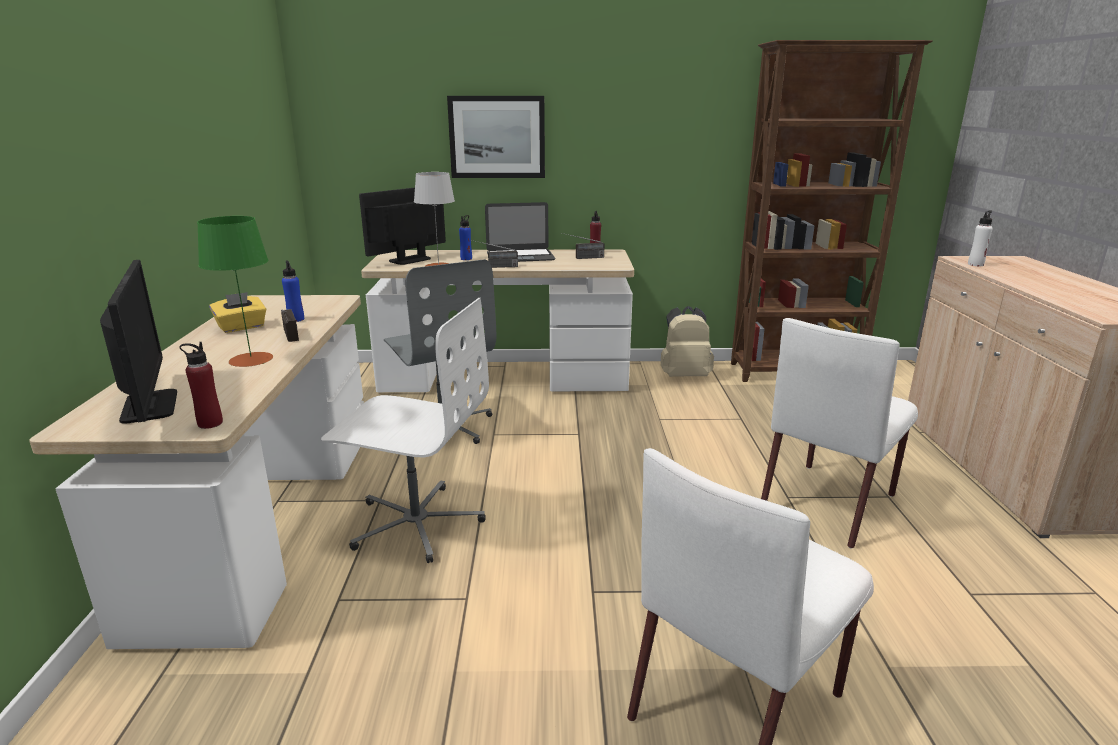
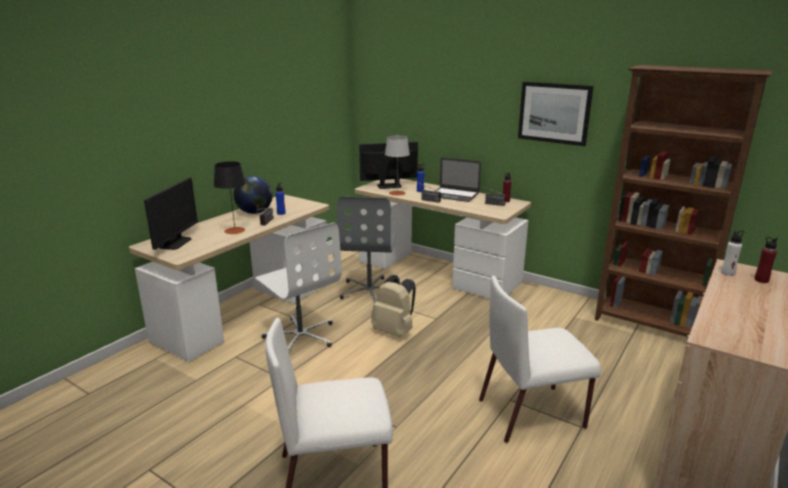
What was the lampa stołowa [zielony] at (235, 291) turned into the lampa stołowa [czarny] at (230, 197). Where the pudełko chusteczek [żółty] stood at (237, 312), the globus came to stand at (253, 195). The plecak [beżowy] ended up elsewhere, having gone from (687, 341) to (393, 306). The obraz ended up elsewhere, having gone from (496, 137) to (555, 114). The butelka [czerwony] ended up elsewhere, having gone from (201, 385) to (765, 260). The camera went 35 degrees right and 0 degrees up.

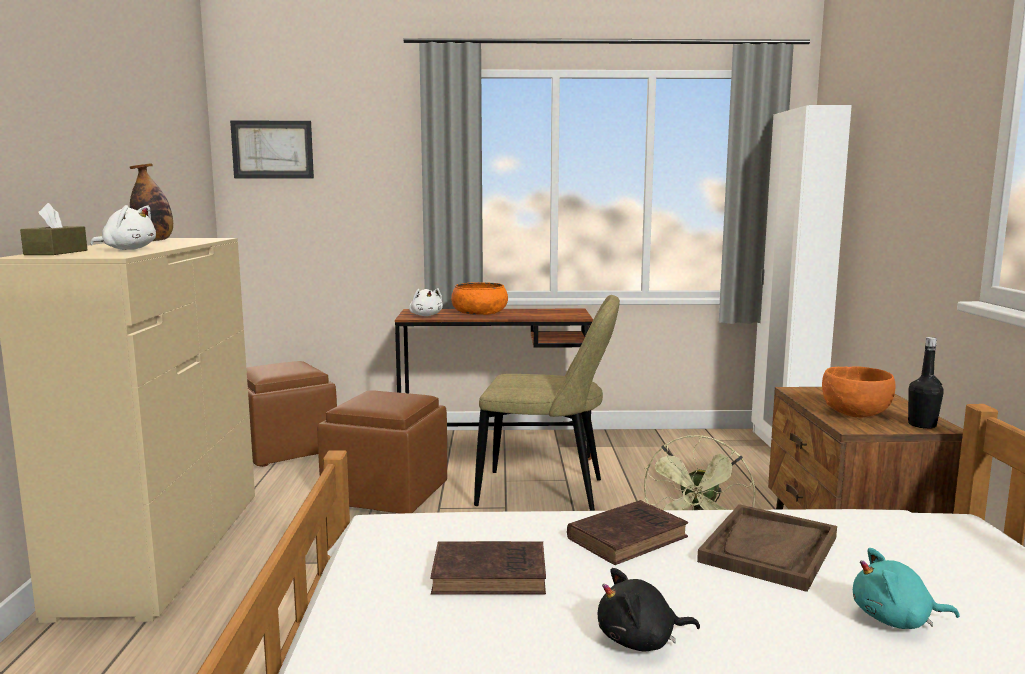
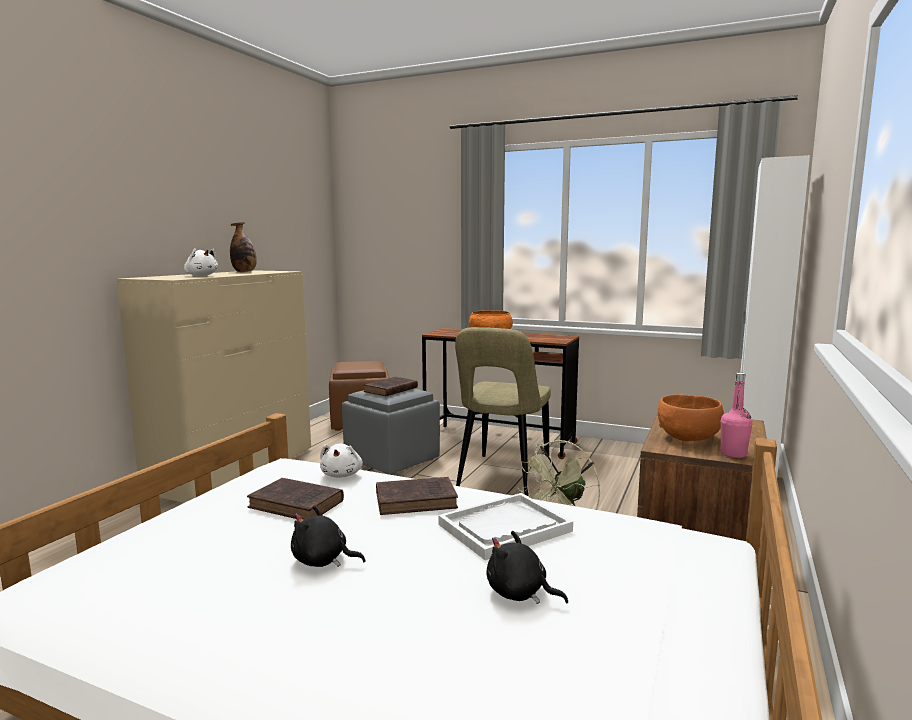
The pluszak [biały] ended up elsewhere, having gone from (426, 302) to (341, 461). What was the pufa [brązowy] at (382, 452) turned into the pufa [szary] at (391, 432). The second view gained the książka [brązowy] at (391, 386). What was the taca [brązowy] at (767, 548) turned into the taca [biały] at (505, 526). The krzesło [beżowy] at (547, 403) ended up facing another way, 75 degrees clockwise from before. What was the pluszak [turkusowy] at (906, 588) turned into the pluszak [czarny] at (527, 567). What was the butelka [czarny] at (926, 383) turned into the butelka [różowy] at (736, 415). The second view lost the pudełko chusteczek [brązowy] at (53, 229). The second view lost the obraz at (272, 149). The camera went 25 degrees right and 0 degrees up.

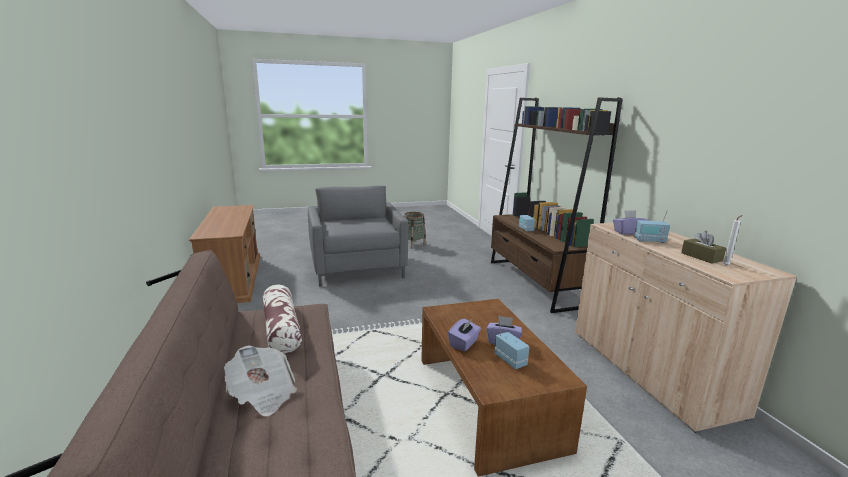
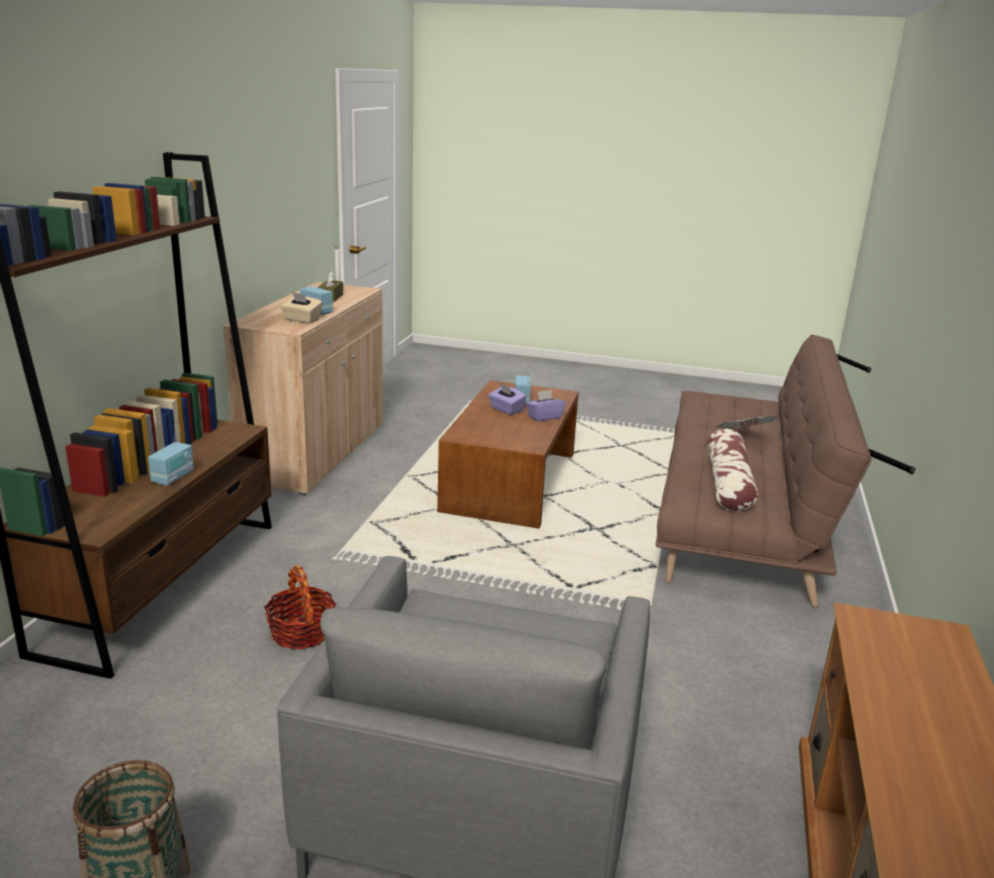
The second view gained the koszyk at (300, 607). What was the pudełko chusteczek [fioletowy] at (631, 222) turned into the pudełko chusteczek [beżowy] at (302, 308). The camera went 150 degrees left and 5 degrees up.

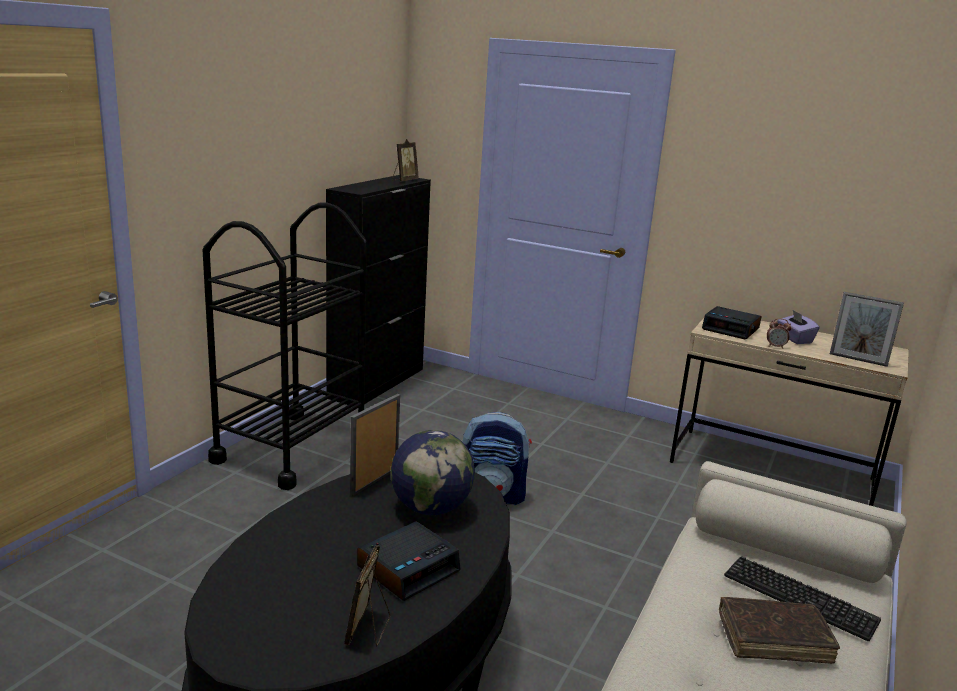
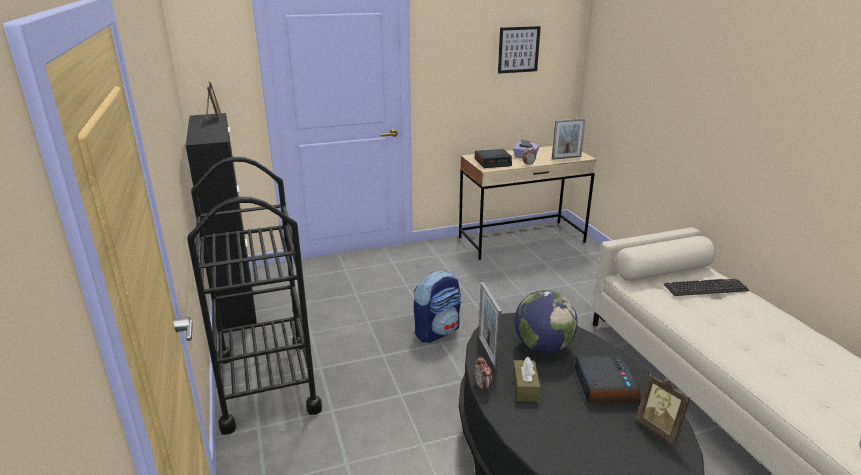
The second view gained the budzik at (483, 374). The second view gained the obraz at (519, 50). The second view gained the pudełko chusteczek [brązowy] at (527, 378). The second view lost the książka [brązowy] at (779, 630). The camera went 45 degrees left and 5 degrees up.

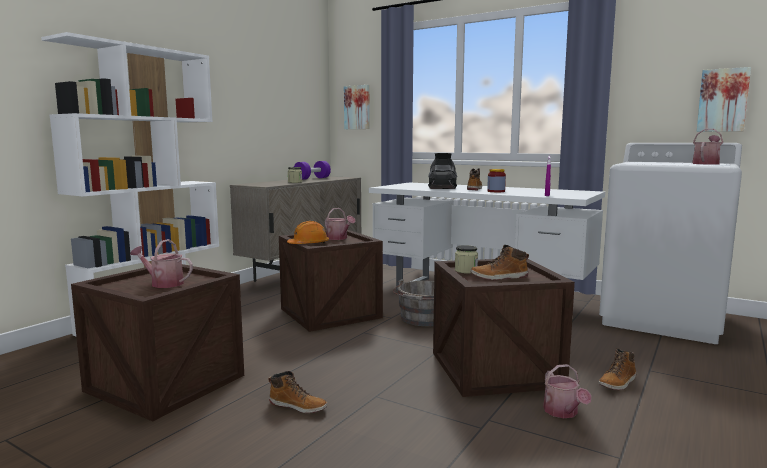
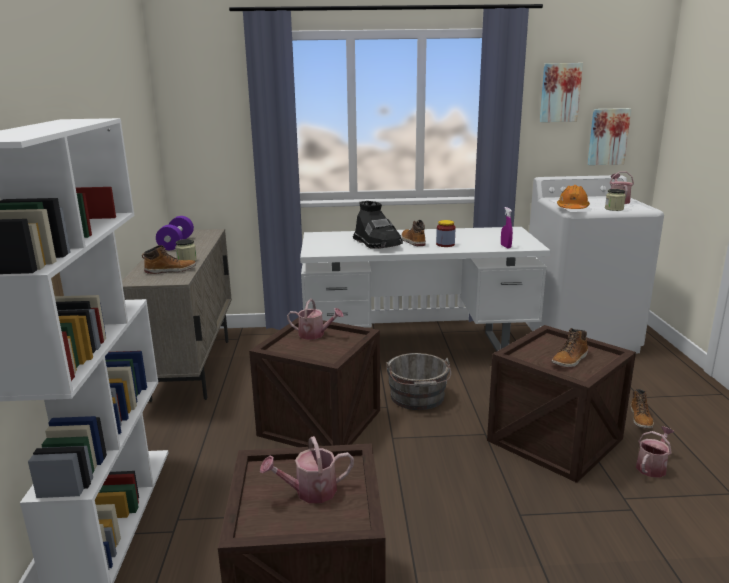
The but z cholewką ended up elsewhere, having gone from (298, 392) to (169, 259). The obraz ended up elsewhere, having gone from (357, 107) to (561, 92). The kask [pomarańczowy] ended up elsewhere, having gone from (308, 232) to (573, 197). The słoik ended up elsewhere, having gone from (466, 259) to (615, 200). The konewka at (567, 391) ended up facing another way, 90 degrees counterclockwise from before. The camera went 35 degrees left and 10 degrees up.

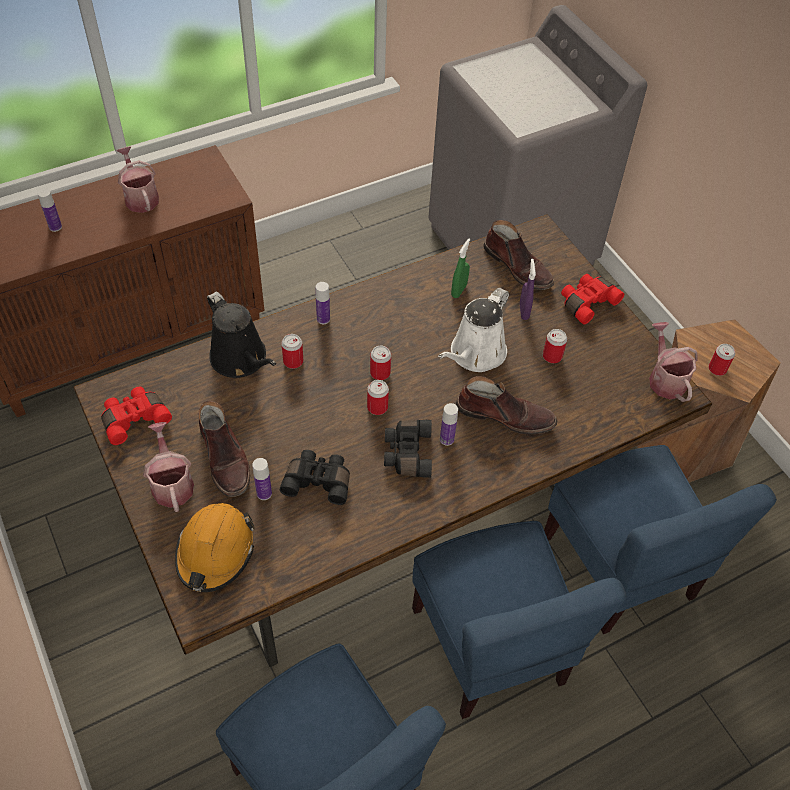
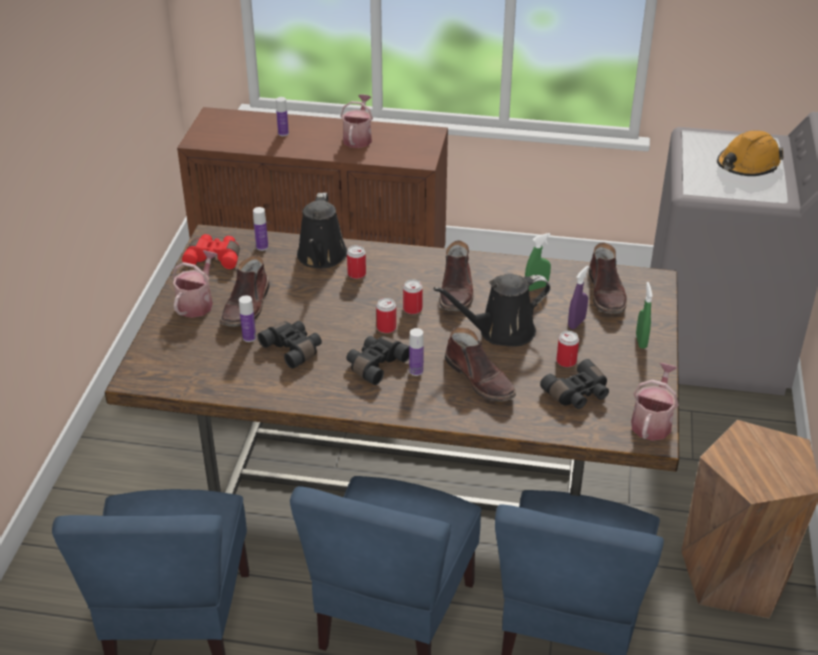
The butelka ended up elsewhere, having gone from (323, 303) to (260, 229). What was the konewka [biały] at (473, 330) turned into the konewka [czarny] at (492, 310). The second view gained the but z cholewką [brązowy] at (456, 275). The second view gained the lornetka [czarny] at (574, 384). Where the lornetka [czerwony] stood at (592, 299), the spryskiwacz [zielony] came to stand at (644, 315). The kask [pomarańczowy] ended up elsewhere, having gone from (215, 547) to (750, 153). The second view lost the puszka at (721, 360). The camera went 40 degrees right and 15 degrees down.

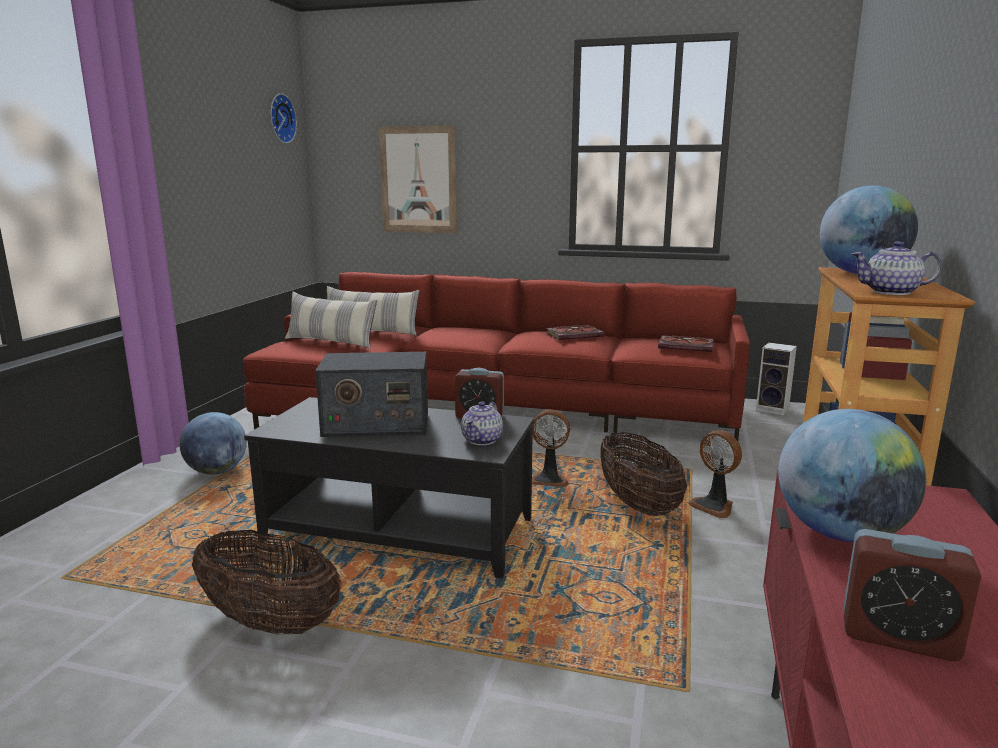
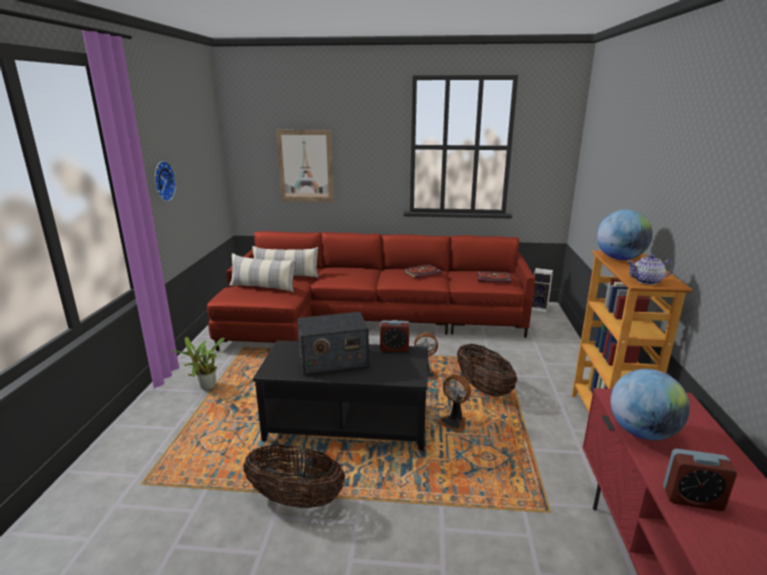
The zegar ścienny ended up elsewhere, having gone from (283, 119) to (165, 181). Where the globus stood at (213, 443), the roślina doniczkowa came to stand at (198, 363). The wentylator ended up elsewhere, having gone from (715, 474) to (454, 404). The second view lost the imbryk at (482, 423). The camera went 10 degrees left and 5 degrees up.

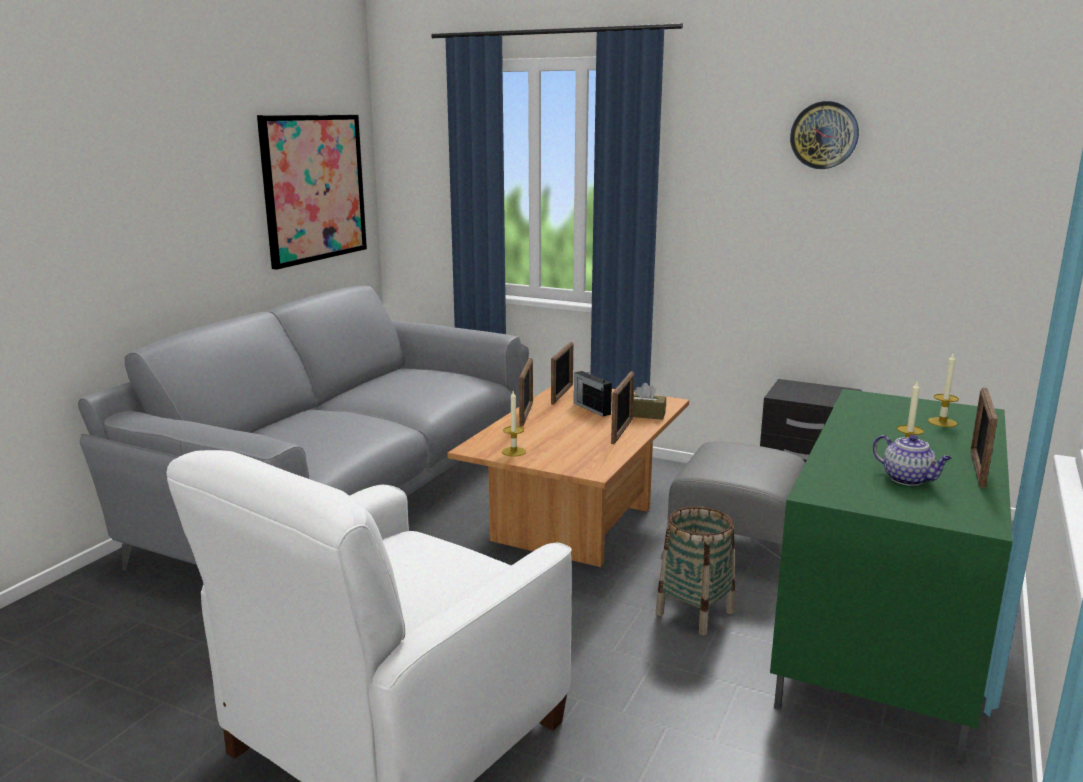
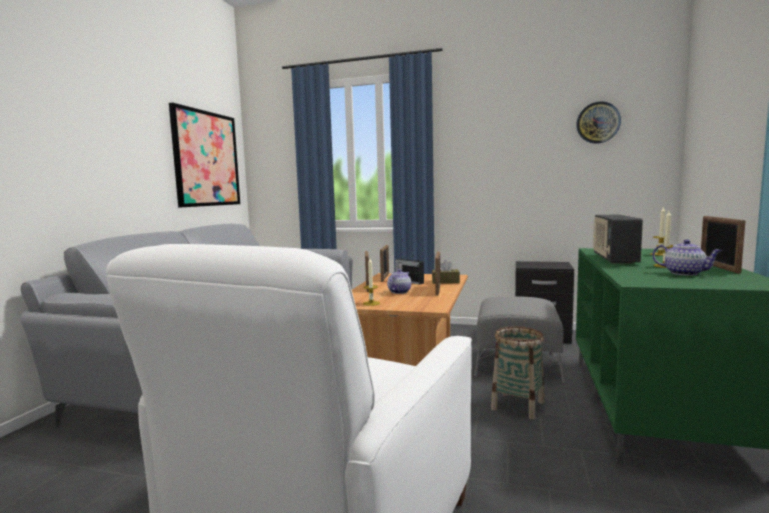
The second view gained the imbryk at (399, 281). The zegar ścienny ended up elsewhere, having gone from (824, 135) to (598, 122). The second view gained the radio at (618, 239). The camera went 10 degrees left and 10 degrees down.

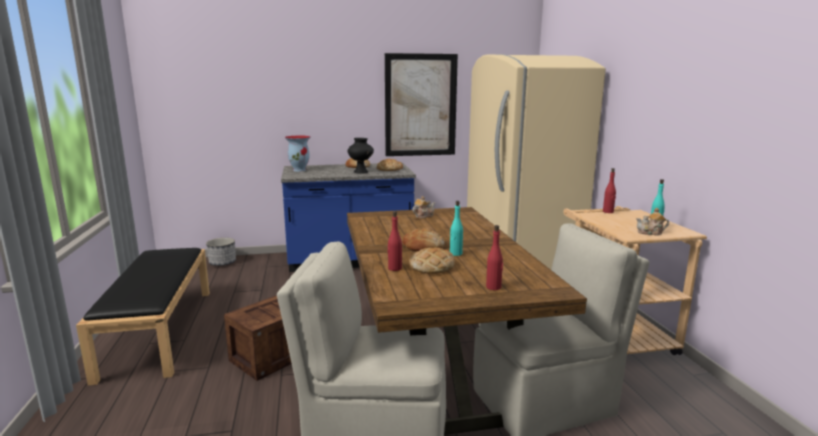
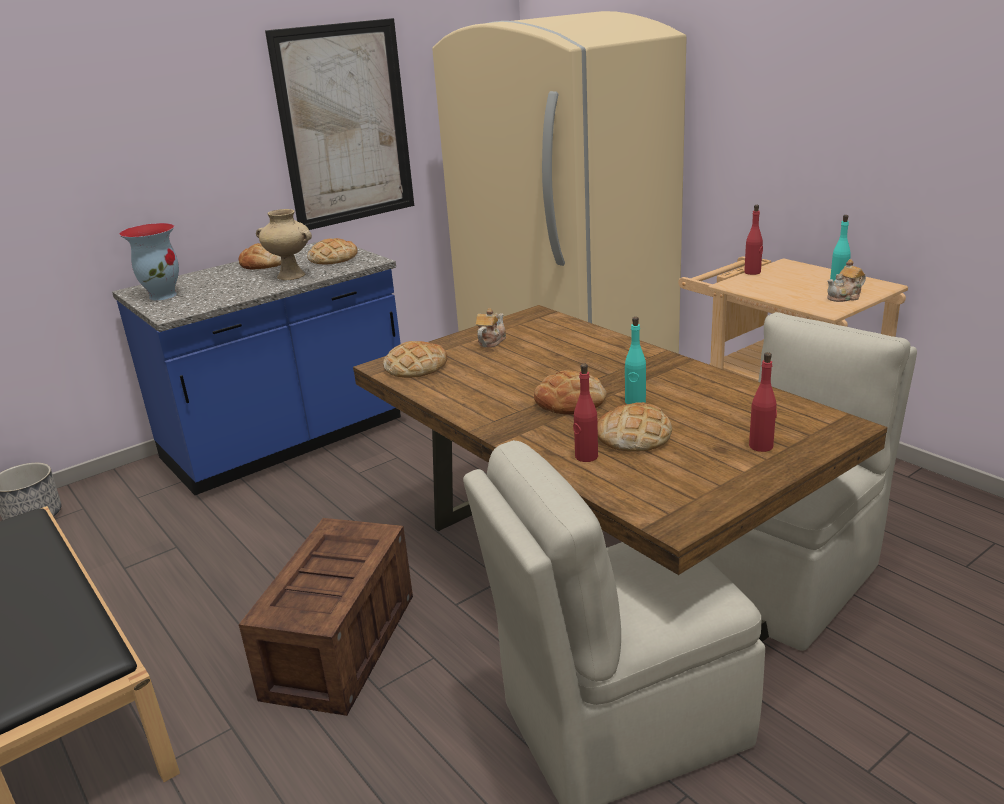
What was the wazon [czarny] at (361, 156) turned into the wazon [beżowy] at (284, 244). The second view gained the chleb at (415, 359). The camera went 25 degrees left and 10 degrees up.

